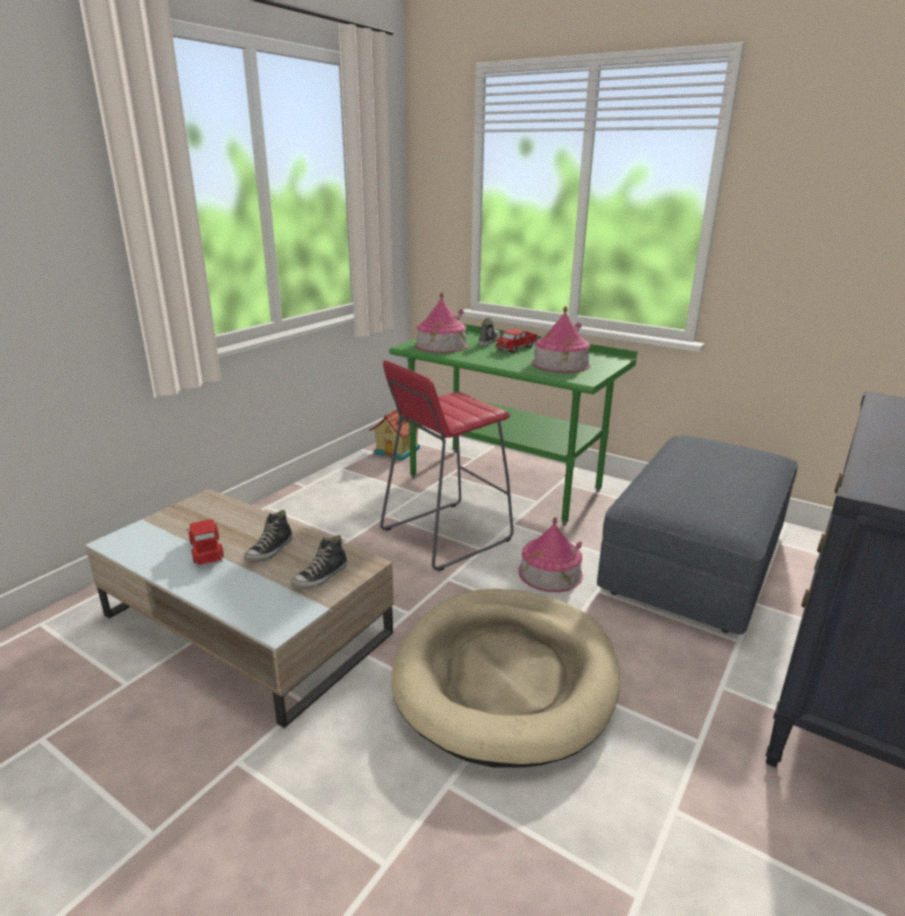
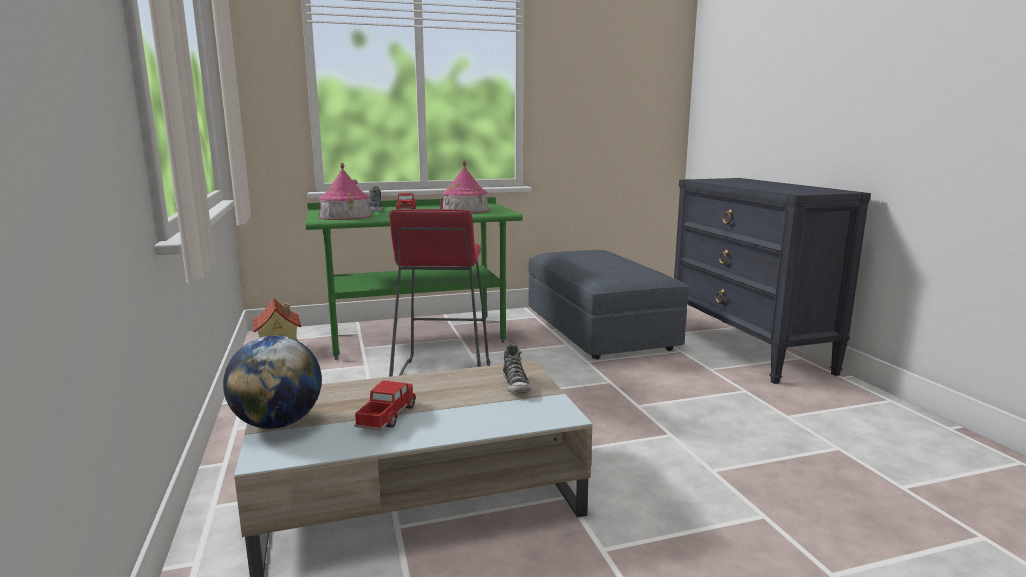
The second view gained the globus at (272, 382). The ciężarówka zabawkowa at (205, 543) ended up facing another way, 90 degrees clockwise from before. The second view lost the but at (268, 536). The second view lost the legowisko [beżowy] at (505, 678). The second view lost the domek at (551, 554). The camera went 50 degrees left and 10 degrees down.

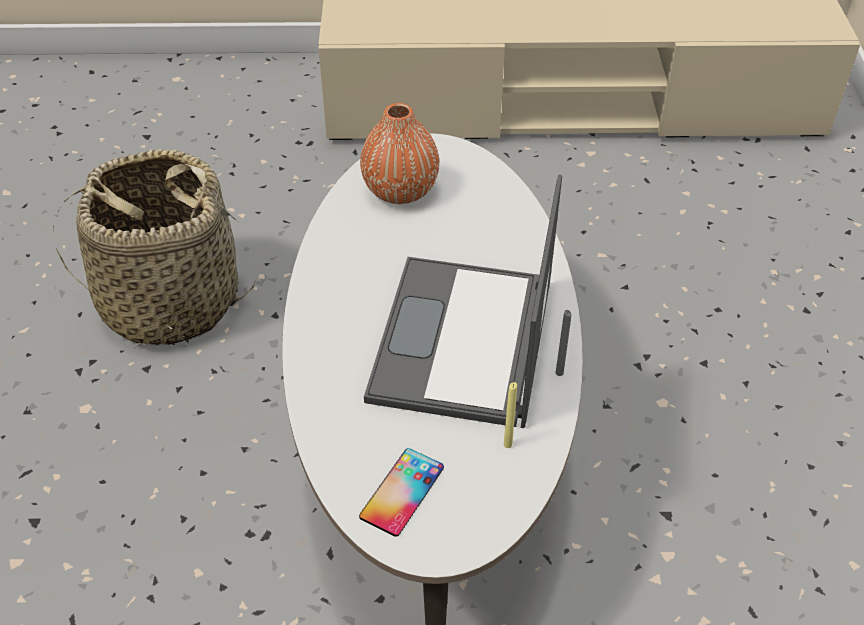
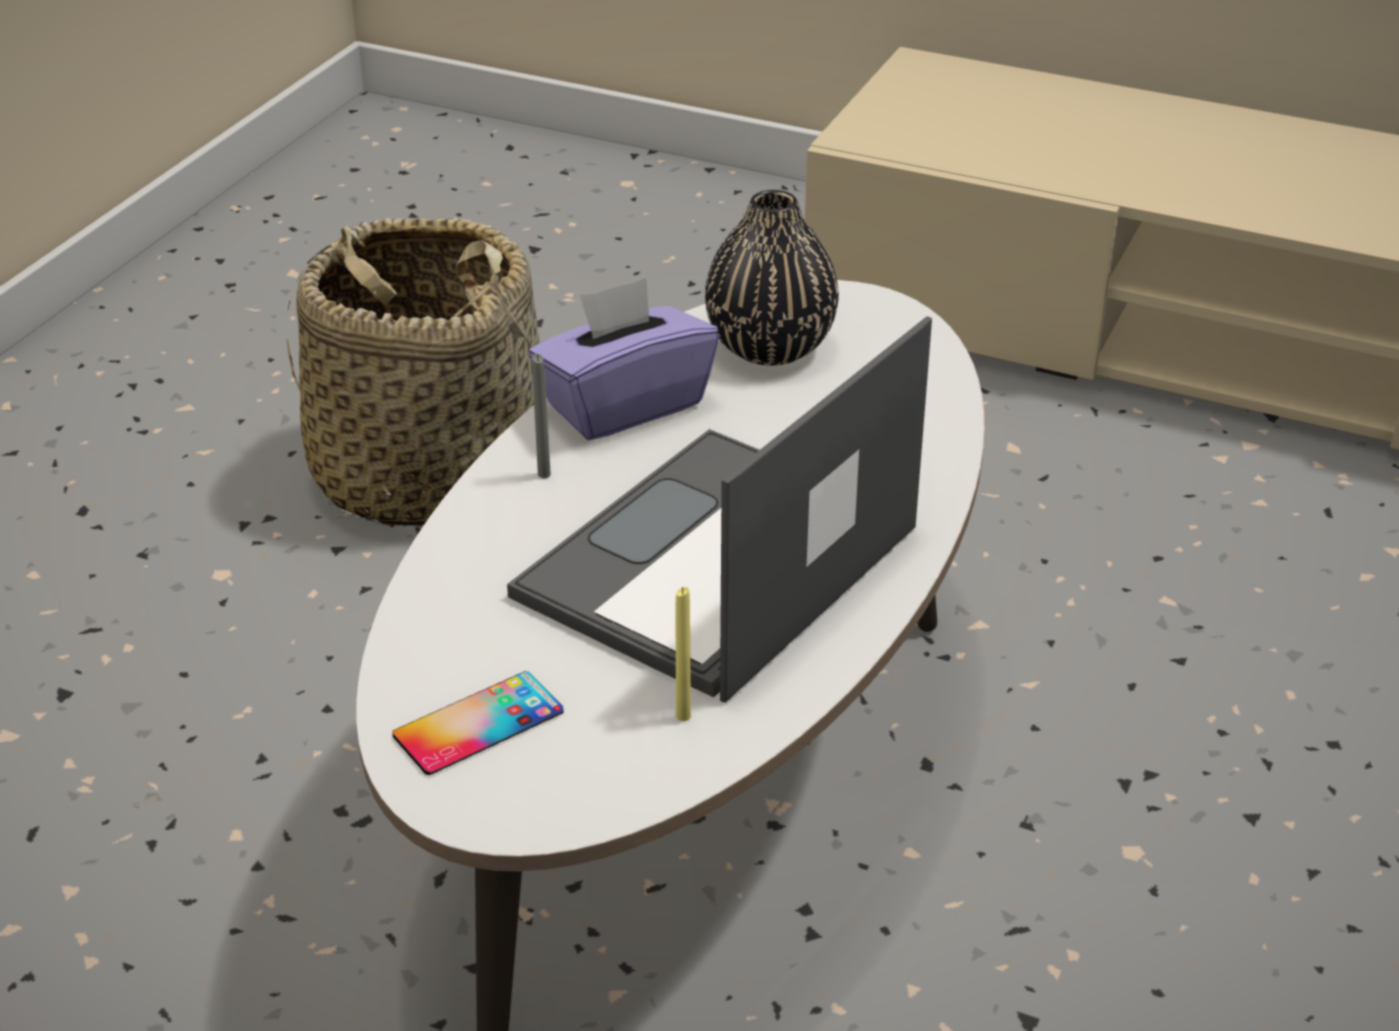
The second view gained the pudełko chusteczek [fioletowy] at (624, 358). The świeca [szary] ended up elsewhere, having gone from (563, 343) to (541, 416). What was the wazon [pomarańczowy] at (399, 153) turned into the wazon [czarny] at (772, 278). The camera went 25 degrees right and 10 degrees down.

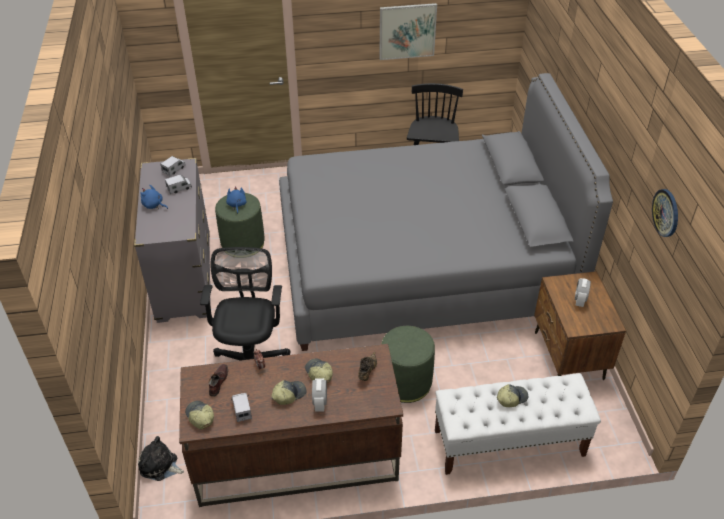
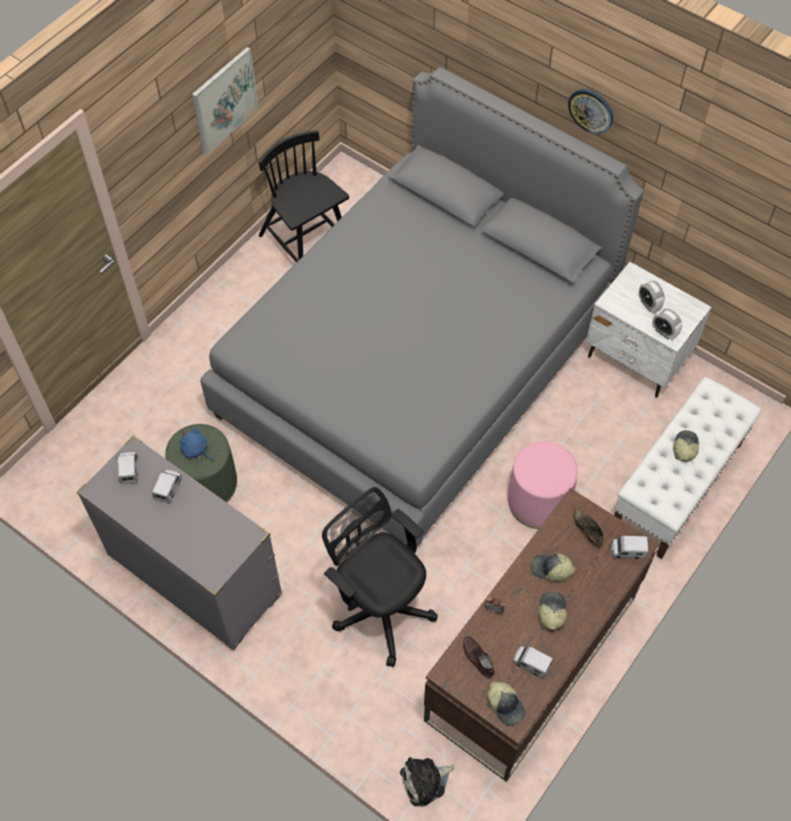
The czapka z daszkiem at (199, 415) ended up facing another way, 135 degrees counterclockwise from before. What was the pufa [zielony] at (408, 364) turned into the pufa [różowy] at (543, 485). The zegar ścienny ended up elsewhere, having gone from (665, 213) to (590, 111). What was the szafka nocna [brązowy] at (580, 325) turned into the szafka nocna [biały] at (649, 330). The second view gained the ciężarówka zabawkowa at (629, 547). The budzik ended up elsewhere, having gone from (319, 395) to (667, 325). The second view lost the pluszak [niebieski] at (154, 197). The camera went 45 degrees left and 15 degrees up.

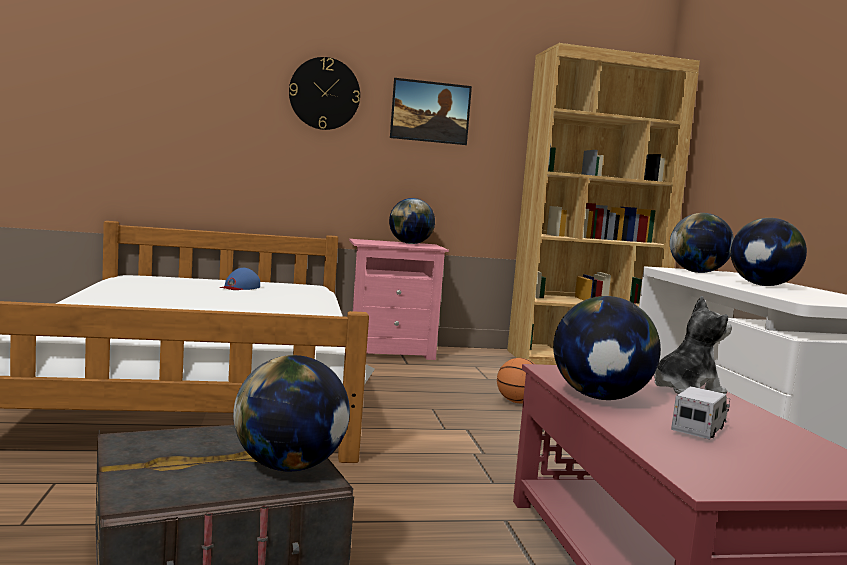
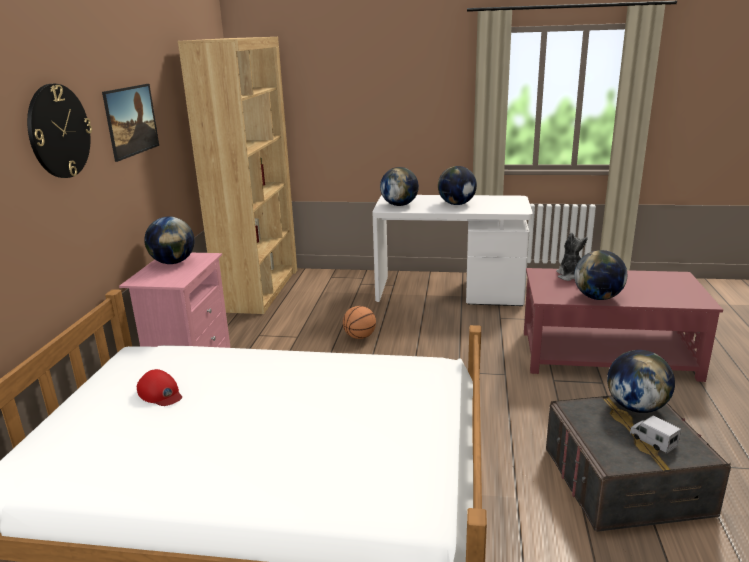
What was the czapka z daszkiem [niebieski] at (240, 279) turned into the czapka z daszkiem [czerwony] at (159, 387). The ciężarówka zabawkowa ended up elsewhere, having gone from (700, 412) to (655, 434). The camera went 70 degrees left and 15 degrees up.

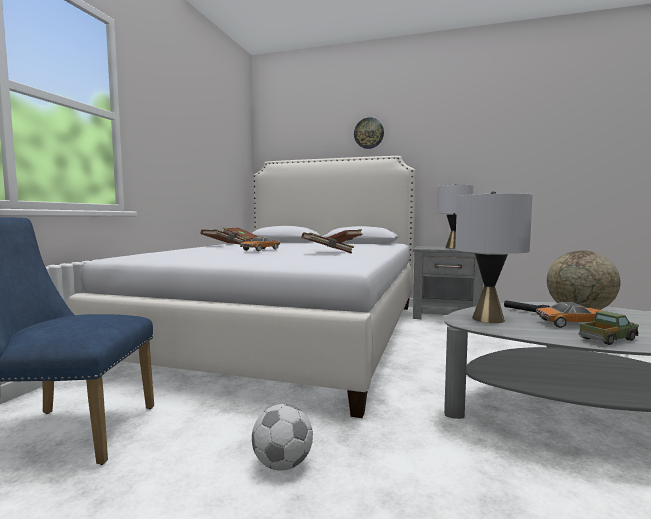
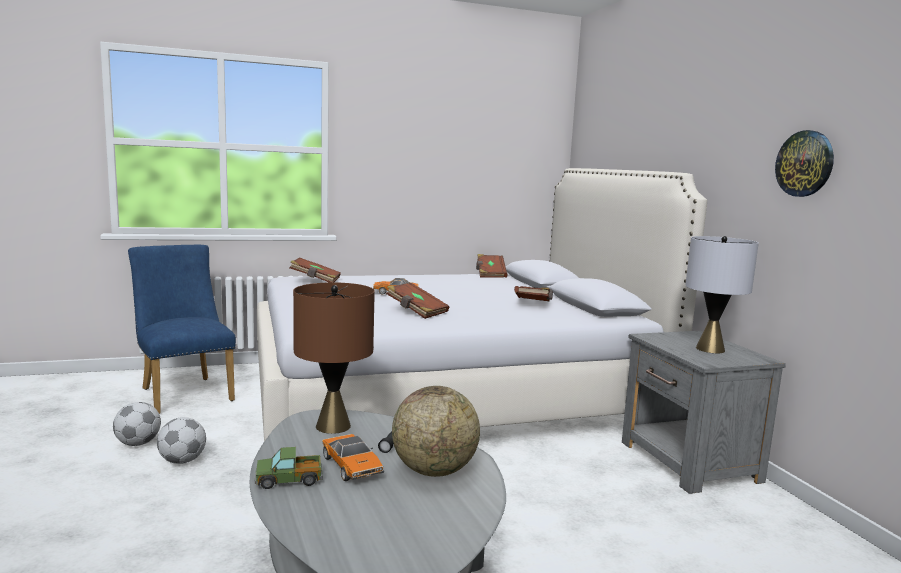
The second view gained the piłka futbolowa at (137, 424). The ciężarówka zabawkowa at (609, 328) ended up facing another way, 135 degrees clockwise from before. The książka [brązowy] ended up elsewhere, having gone from (222, 236) to (315, 269). What was the lampa stołowa [szary] at (494, 257) turned into the lampa stołowa [brązowy] at (334, 358). The zegar ścienny ended up elsewhere, having gone from (369, 133) to (804, 163). The camera went 55 degrees right and 5 degrees up.

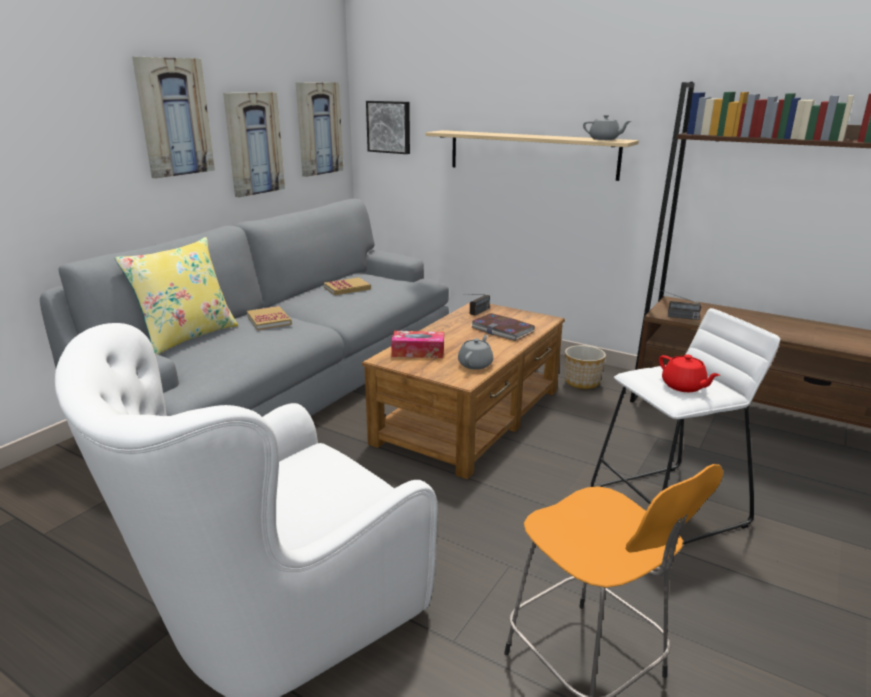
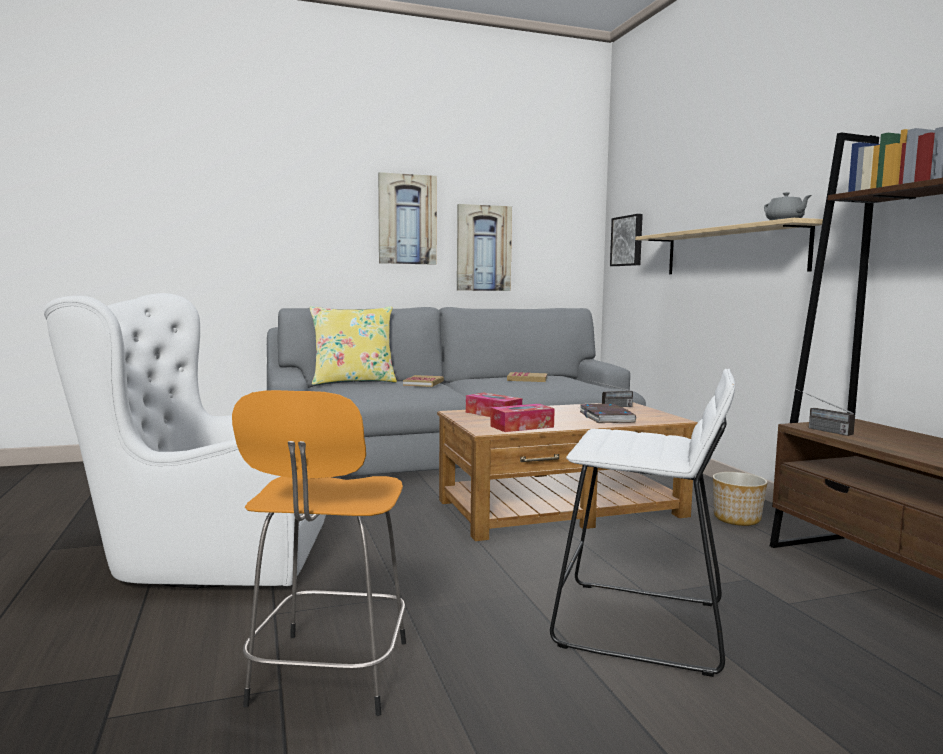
Where the imbryk [szary] stood at (475, 352), the pudełko chusteczek came to stand at (522, 418). The second view lost the obraz at (319, 129). The second view lost the imbryk [czerwony] at (689, 373). The camera went 40 degrees right and 15 degrees down.

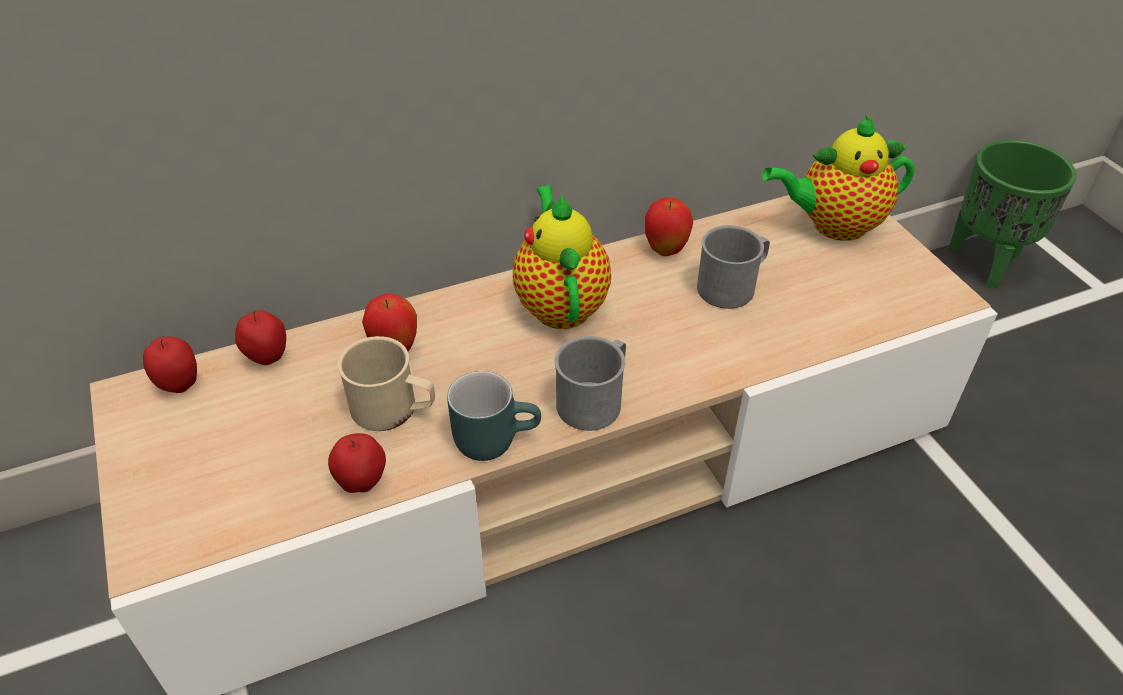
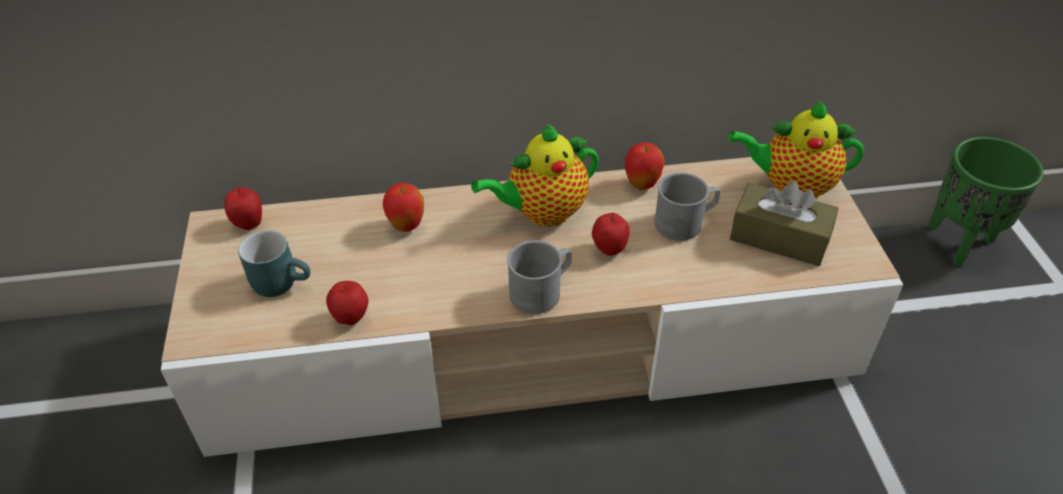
The kubek [turkusowy] ended up elsewhere, having gone from (494, 416) to (274, 263). The imbryk at (562, 257) ended up facing another way, 120 degrees counterclockwise from before. The jabłko ended up elsewhere, having gone from (260, 337) to (611, 234). The second view gained the pudełko chusteczek [brązowy] at (784, 223). The second view lost the kubek [beżowy] at (386, 383). The camera went 15 degrees right and 0 degrees up.

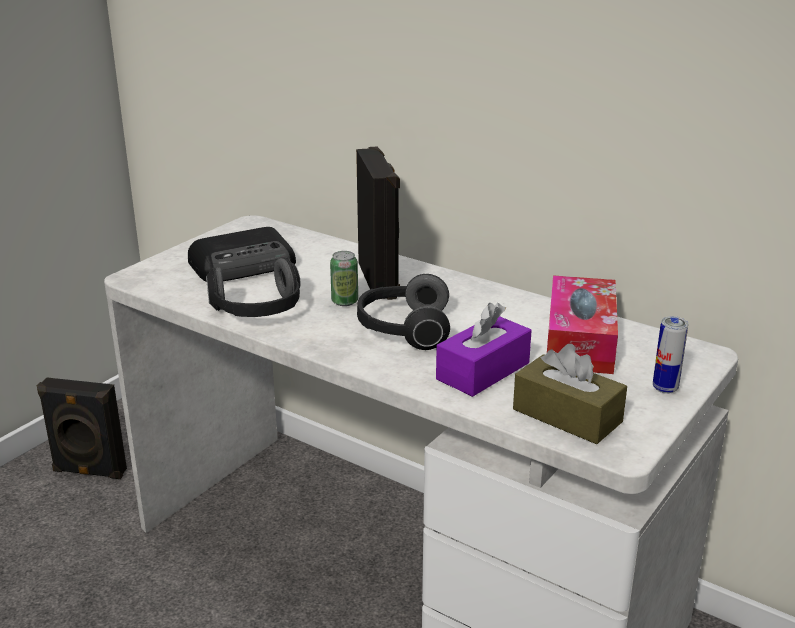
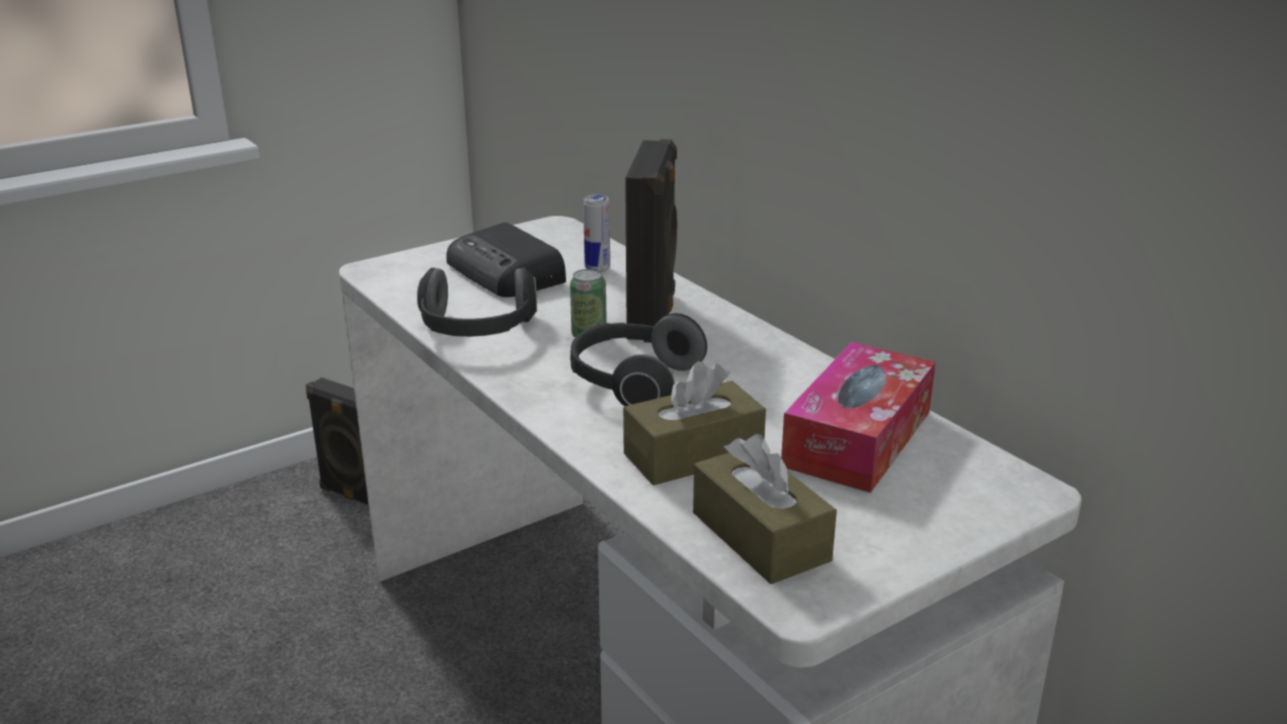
The radio at (242, 254) ended up facing another way, 60 degrees clockwise from before. The puszka ended up elsewhere, having gone from (670, 355) to (596, 233). What was the pudełko chusteczek [fioletowy] at (484, 350) turned into the pudełko chusteczek [brązowy] at (694, 423). The camera went 20 degrees right and 0 degrees up.

